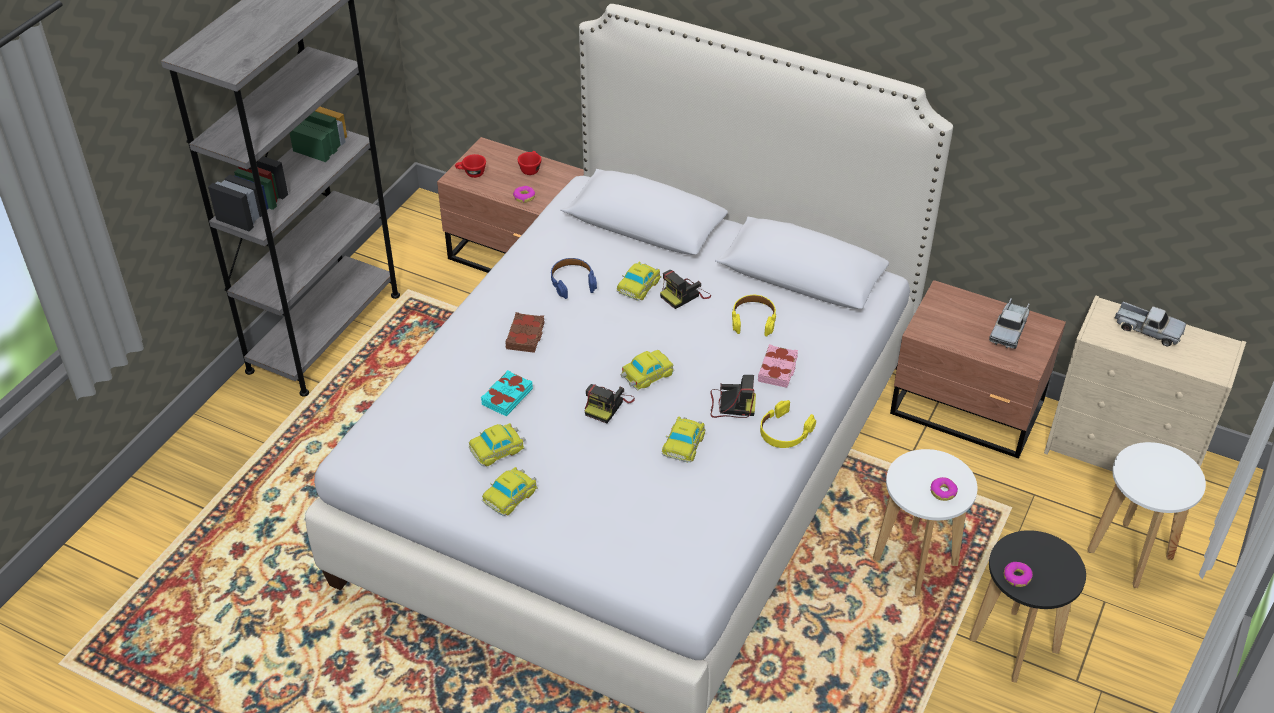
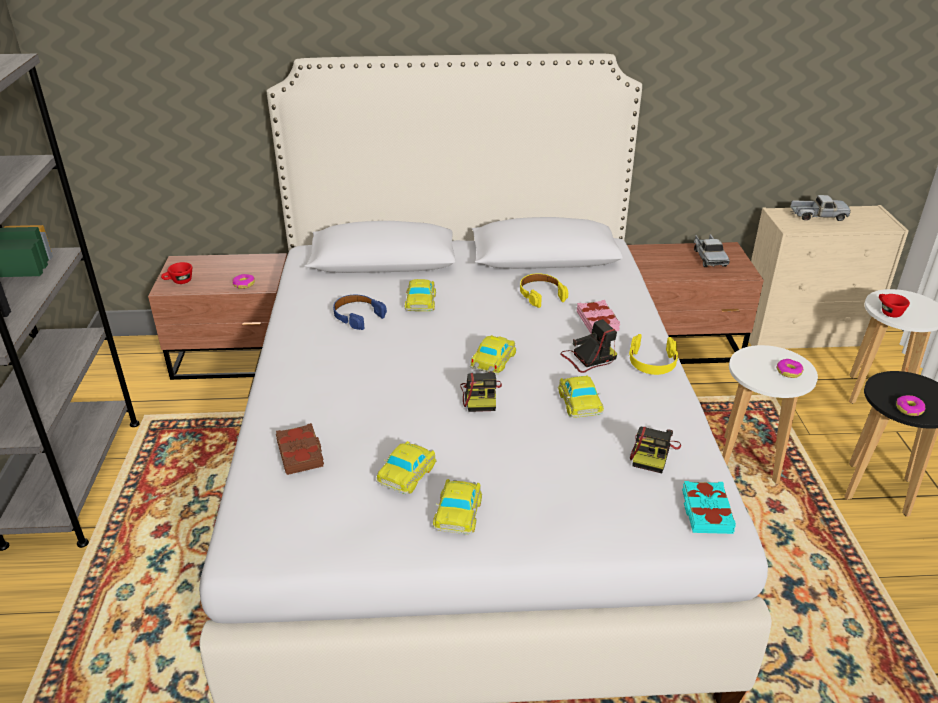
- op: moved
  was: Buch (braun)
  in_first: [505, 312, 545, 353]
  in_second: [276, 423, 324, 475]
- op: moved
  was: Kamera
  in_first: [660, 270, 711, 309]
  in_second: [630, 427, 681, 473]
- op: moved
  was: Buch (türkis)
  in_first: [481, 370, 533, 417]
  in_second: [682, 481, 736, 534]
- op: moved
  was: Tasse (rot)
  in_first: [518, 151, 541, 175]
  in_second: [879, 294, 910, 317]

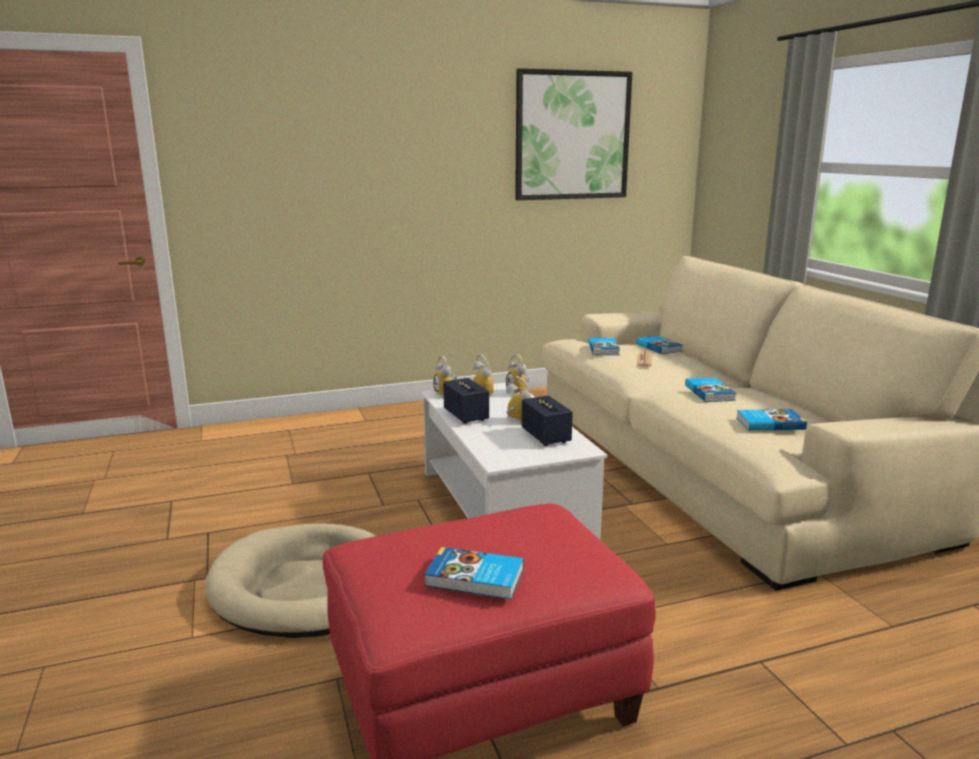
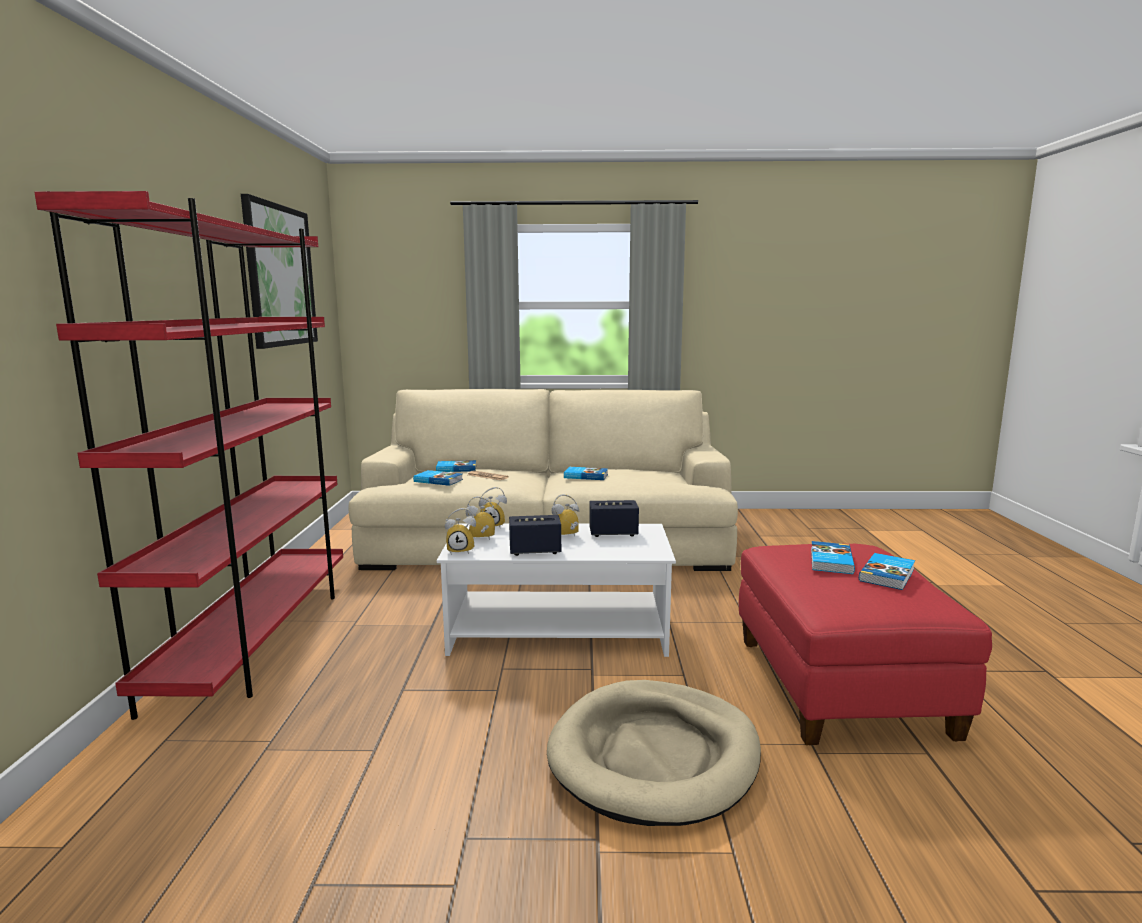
- op: added
  now: Bücherregal (rot)
  in_second: [34, 191, 343, 720]
- op: moved
  was: Buch
  in_first: [736, 409, 807, 431]
  in_second: [811, 541, 855, 574]

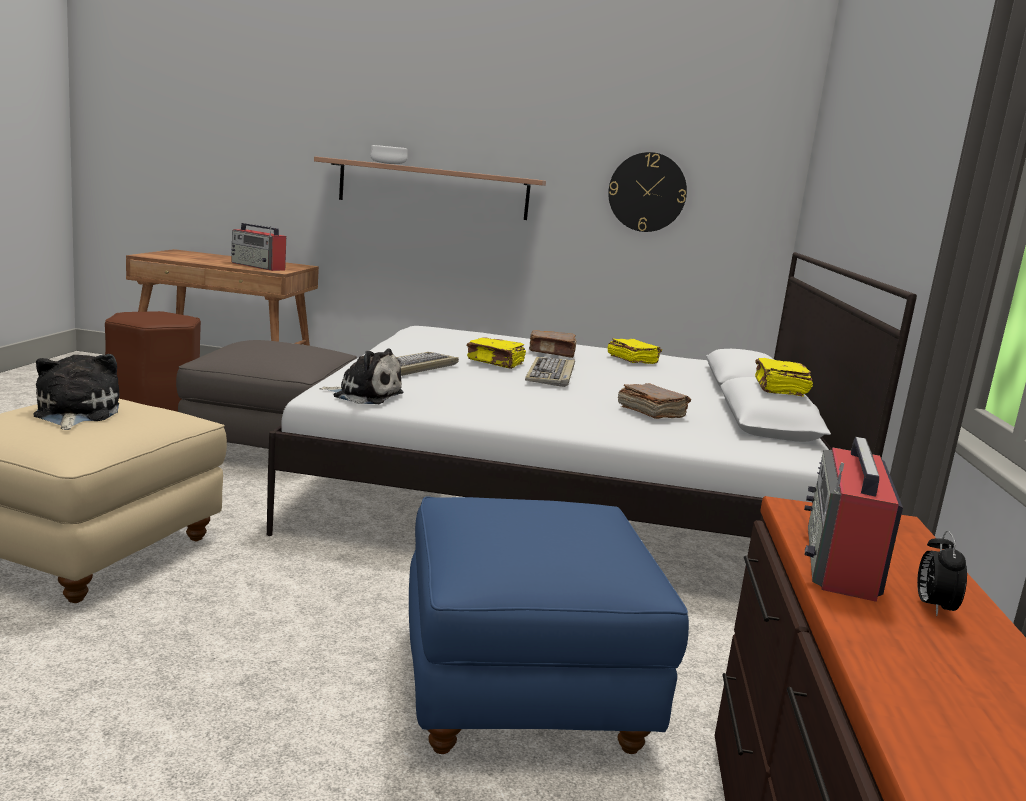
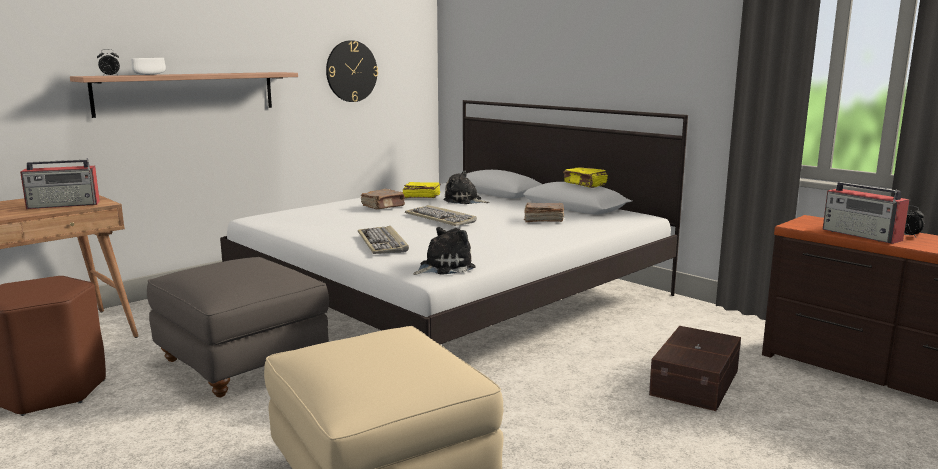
- op: added
  now: Wecker
  in_second: [97, 49, 120, 76]
- op: moved
  was: Plüschtier
  in_first: [34, 354, 119, 430]
  in_second: [443, 170, 490, 204]
- op: replaced
  was: Polsterhocker (blau)
  now: Aufbewahrungsbox (braun)
  in_first: [409, 496, 689, 754]
  in_second: [649, 326, 741, 411]
- op: removed
  was: Buch (gelb)
  in_first: [467, 337, 526, 369]

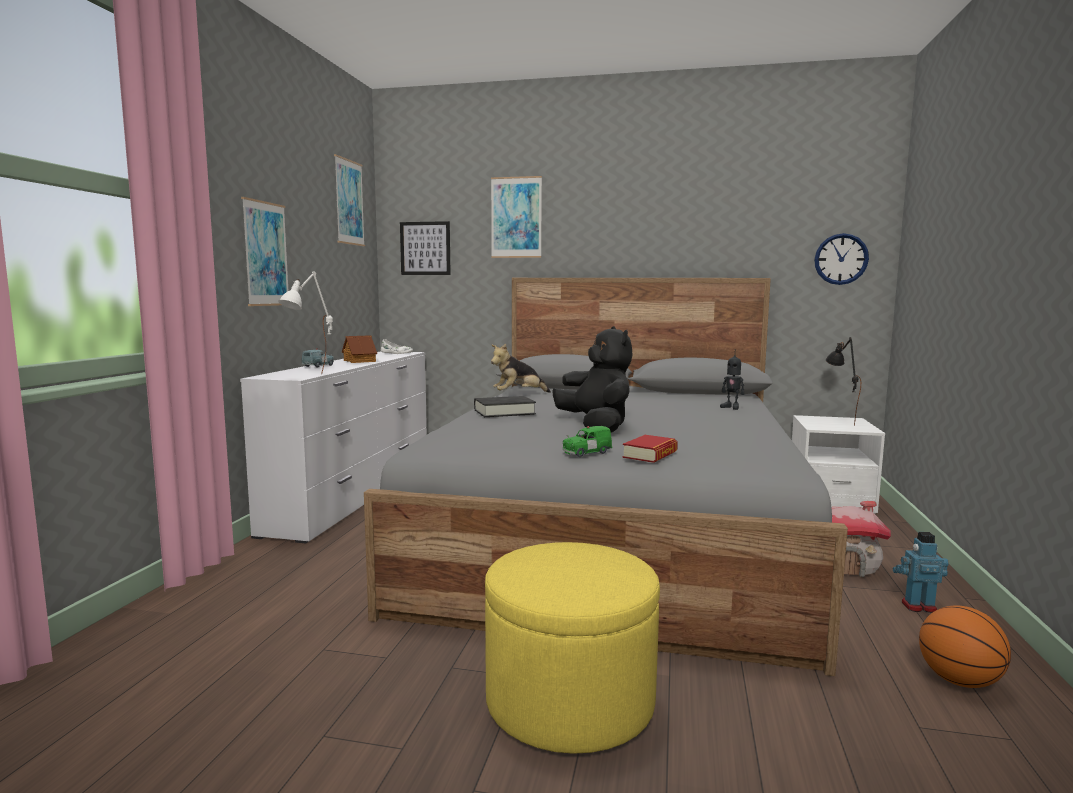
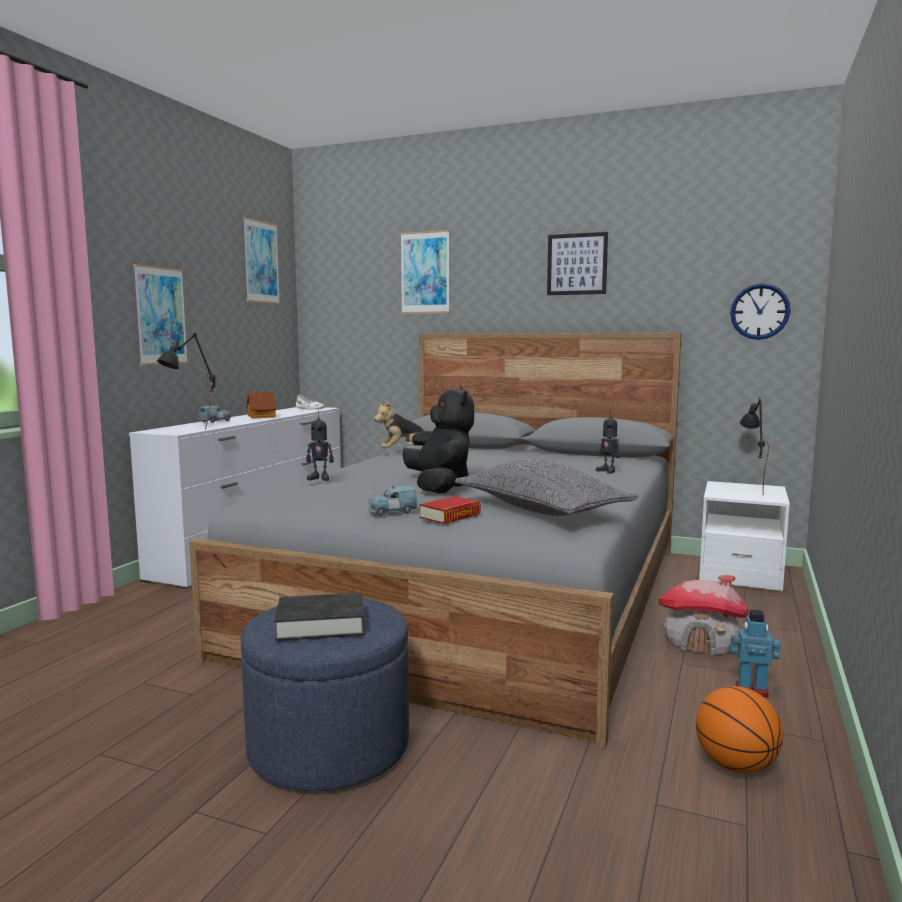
- op: recoloured
  was: Tischlampe (weiß)
  now: Tischlampe (schwarz)
  in_first: [278, 271, 333, 374]
  in_second: [157, 333, 216, 430]
- op: recoloured
  was: Polsterhocker (gelb)
  now: Polsterhocker (blau)
  in_first: [485, 542, 660, 754]
  in_second: [241, 598, 409, 792]
- op: moved
  was: Buch (schwarz)
  in_first: [474, 396, 536, 417]
  in_second: [274, 593, 364, 641]
- op: added
  now: Spielzeugroboter
  in_second: [306, 410, 334, 481]
- op: recoloured
  was: Spielzeugauto (grün)
  now: Spielzeugauto (blau)
  in_first: [563, 426, 612, 457]
  in_second: [368, 486, 418, 516]
- op: added
  now: Kissen (grau)
  in_second: [455, 460, 638, 516]
- op: moved
  was: Bild
  in_first: [400, 221, 451, 275]
  in_second: [547, 232, 608, 295]

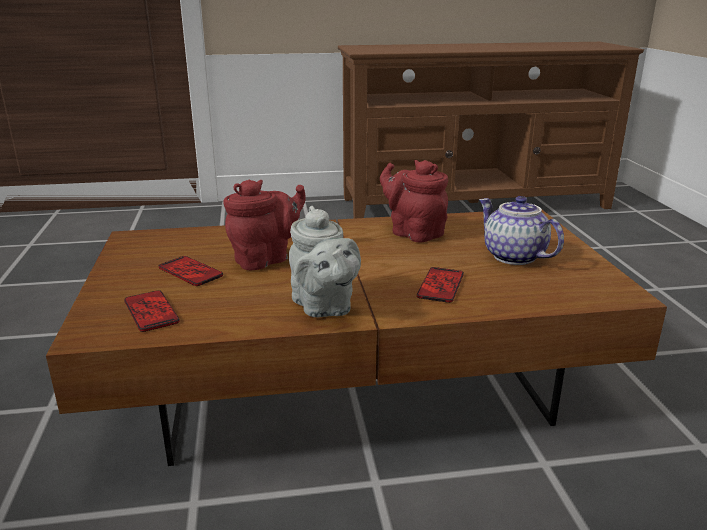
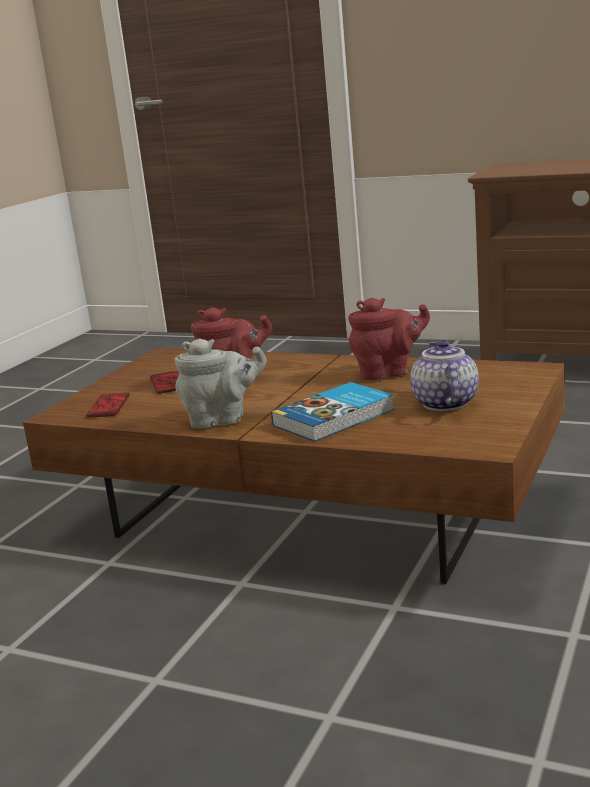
- op: turned
  was: Teekanne (grau)
  in_first: [289, 206, 361, 317]
  in_second: [175, 338, 267, 428]
  clockwise: -105
- op: replaced
  was: Handy
  now: Buch
  in_first: [417, 267, 464, 303]
  in_second: [271, 382, 394, 442]
- op: turned
  was: Teekanne (rot)
  in_first: [380, 160, 448, 242]
  in_second: [348, 297, 430, 380]
  clockwise: 90

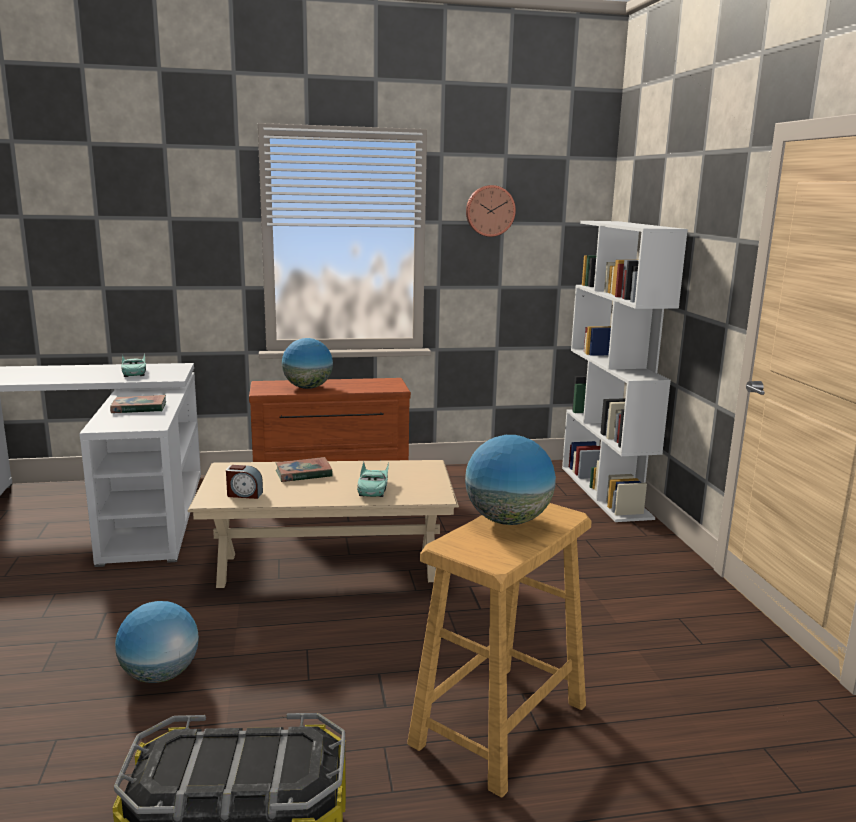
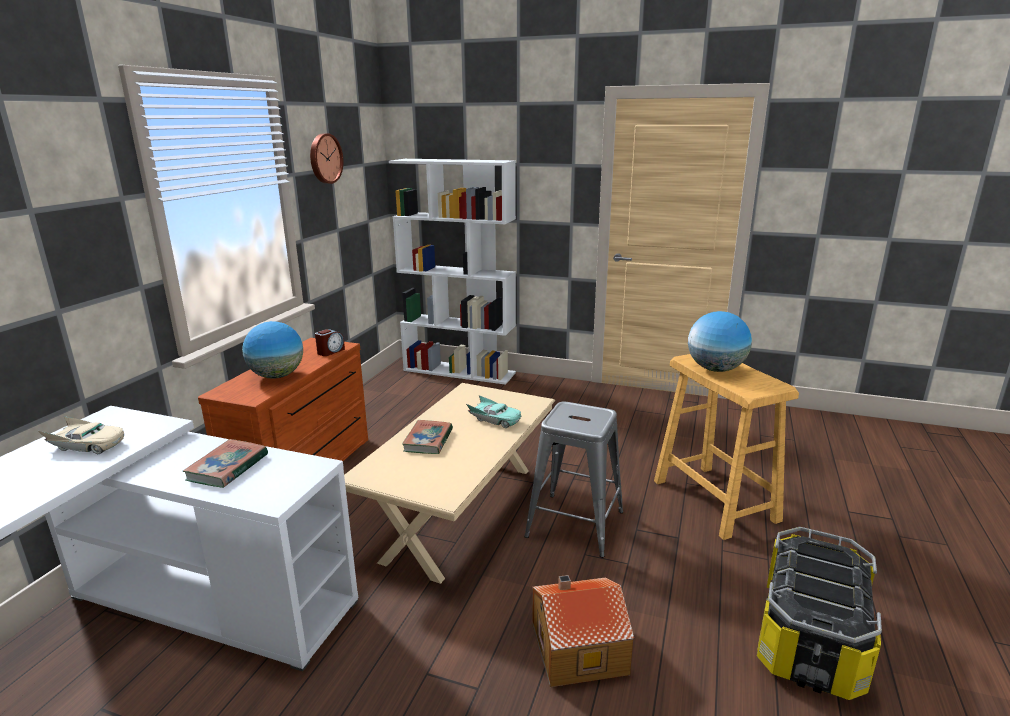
- op: recoloured
  was: Spielzeugauto (türkis)
  now: Spielzeugauto (beige)
  in_first: [121, 353, 146, 377]
  in_second: [37, 416, 124, 454]
- op: moved
  was: Wecker
  in_first: [226, 465, 263, 499]
  in_second: [315, 329, 345, 356]
- op: added
  now: Hocker (grau)
  in_second: [524, 402, 623, 558]
- op: replaced
  was: Globus
  now: Spielzeughaus
  in_first: [115, 601, 199, 683]
  in_second: [532, 575, 634, 687]

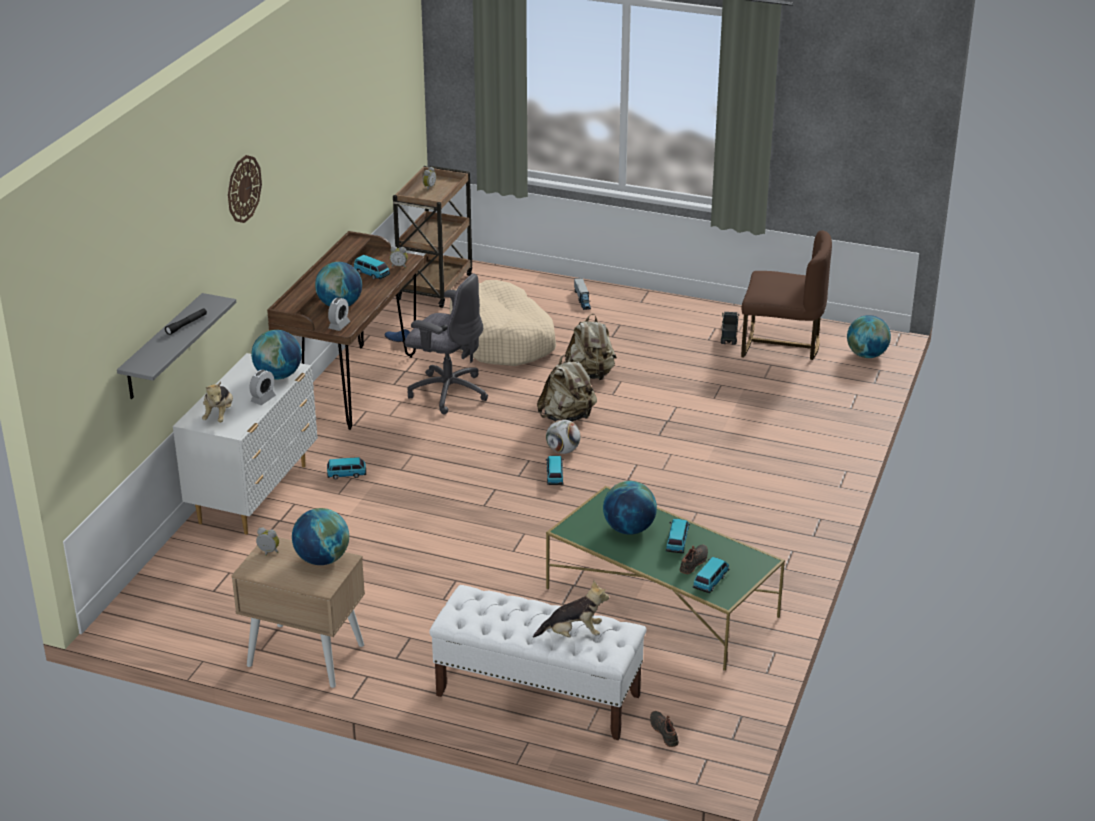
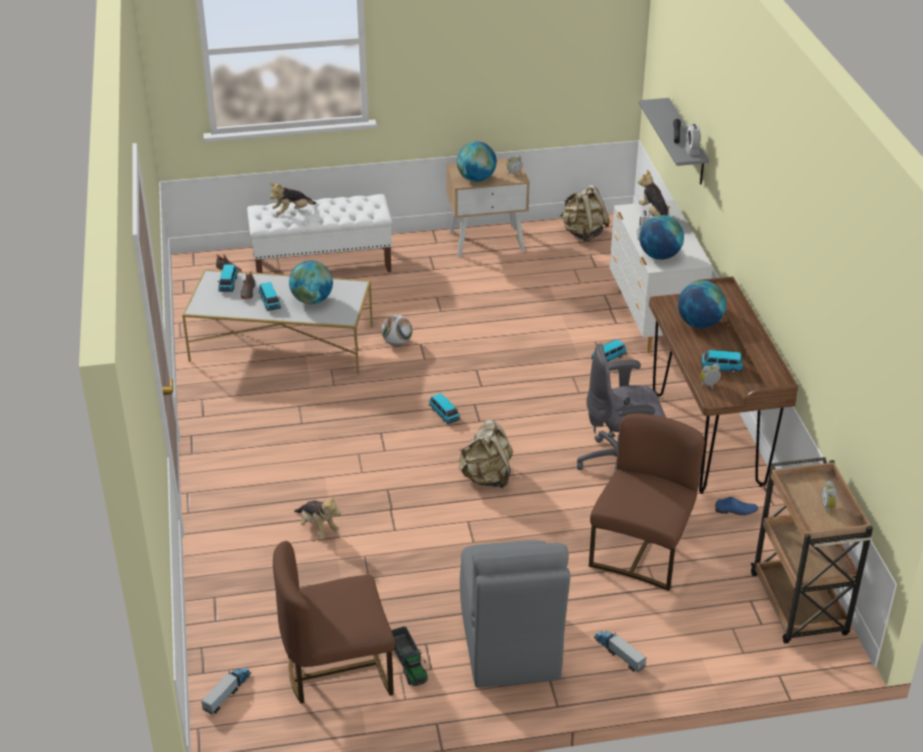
- op: recoloured
  was: Couchtisch (grün)
  now: Couchtisch (weiß)
  in_first: [546, 486, 785, 671]
  in_second: [182, 269, 373, 374]
- op: replaced
  was: Globus
  now: Spielzeuglaster
  in_first: [847, 315, 891, 358]
  in_second: [201, 668, 251, 715]
- op: added
  now: Plüschtier
  in_second: [294, 495, 341, 537]
- op: moved
  was: Fußball
  in_first: [546, 419, 580, 454]
  in_second: [381, 315, 413, 346]
- op: added
  now: Stuhl (grau)
  in_second: [460, 540, 570, 688]
- op: moved
  was: Rucksack (beige)
  in_first: [563, 314, 617, 380]
  in_second: [560, 185, 610, 242]
- op: replaced
  was: Hundebett (beige)
  now: Stuhl (braun)
  in_first: [450, 280, 556, 366]
  in_second: [589, 413, 705, 591]
- op: moved
  was: Wecker
  in_first: [328, 297, 350, 331]
  in_second: [684, 124, 701, 155]
- op: removed
  was: Wanduhr
  in_first: [228, 155, 262, 223]

